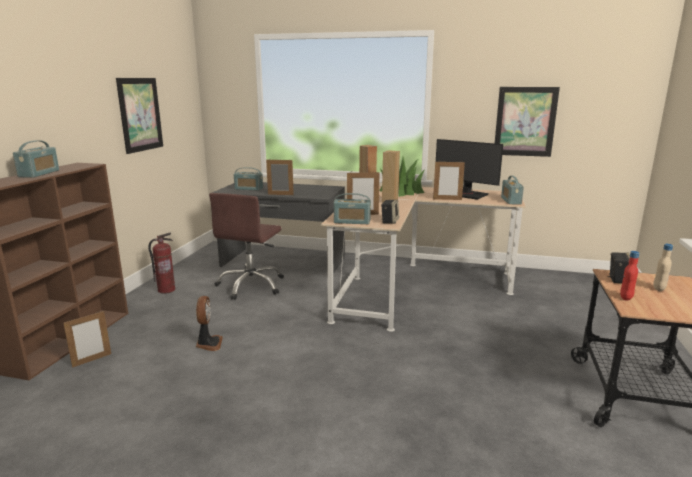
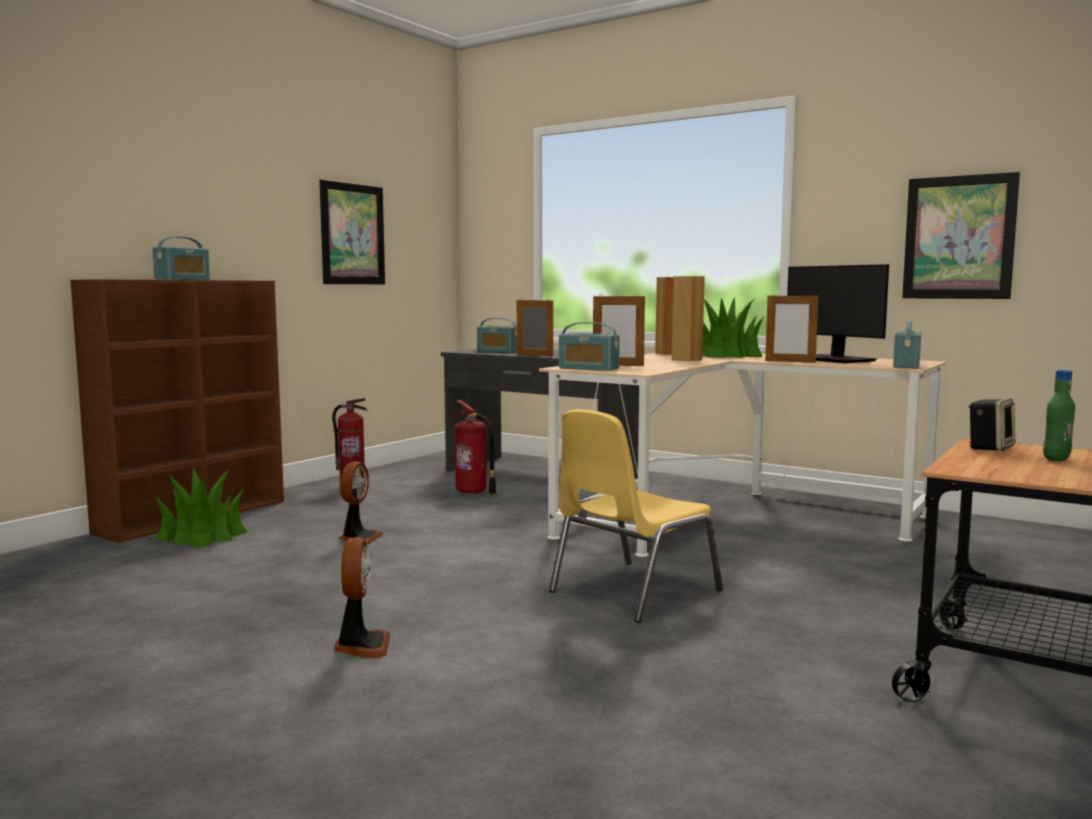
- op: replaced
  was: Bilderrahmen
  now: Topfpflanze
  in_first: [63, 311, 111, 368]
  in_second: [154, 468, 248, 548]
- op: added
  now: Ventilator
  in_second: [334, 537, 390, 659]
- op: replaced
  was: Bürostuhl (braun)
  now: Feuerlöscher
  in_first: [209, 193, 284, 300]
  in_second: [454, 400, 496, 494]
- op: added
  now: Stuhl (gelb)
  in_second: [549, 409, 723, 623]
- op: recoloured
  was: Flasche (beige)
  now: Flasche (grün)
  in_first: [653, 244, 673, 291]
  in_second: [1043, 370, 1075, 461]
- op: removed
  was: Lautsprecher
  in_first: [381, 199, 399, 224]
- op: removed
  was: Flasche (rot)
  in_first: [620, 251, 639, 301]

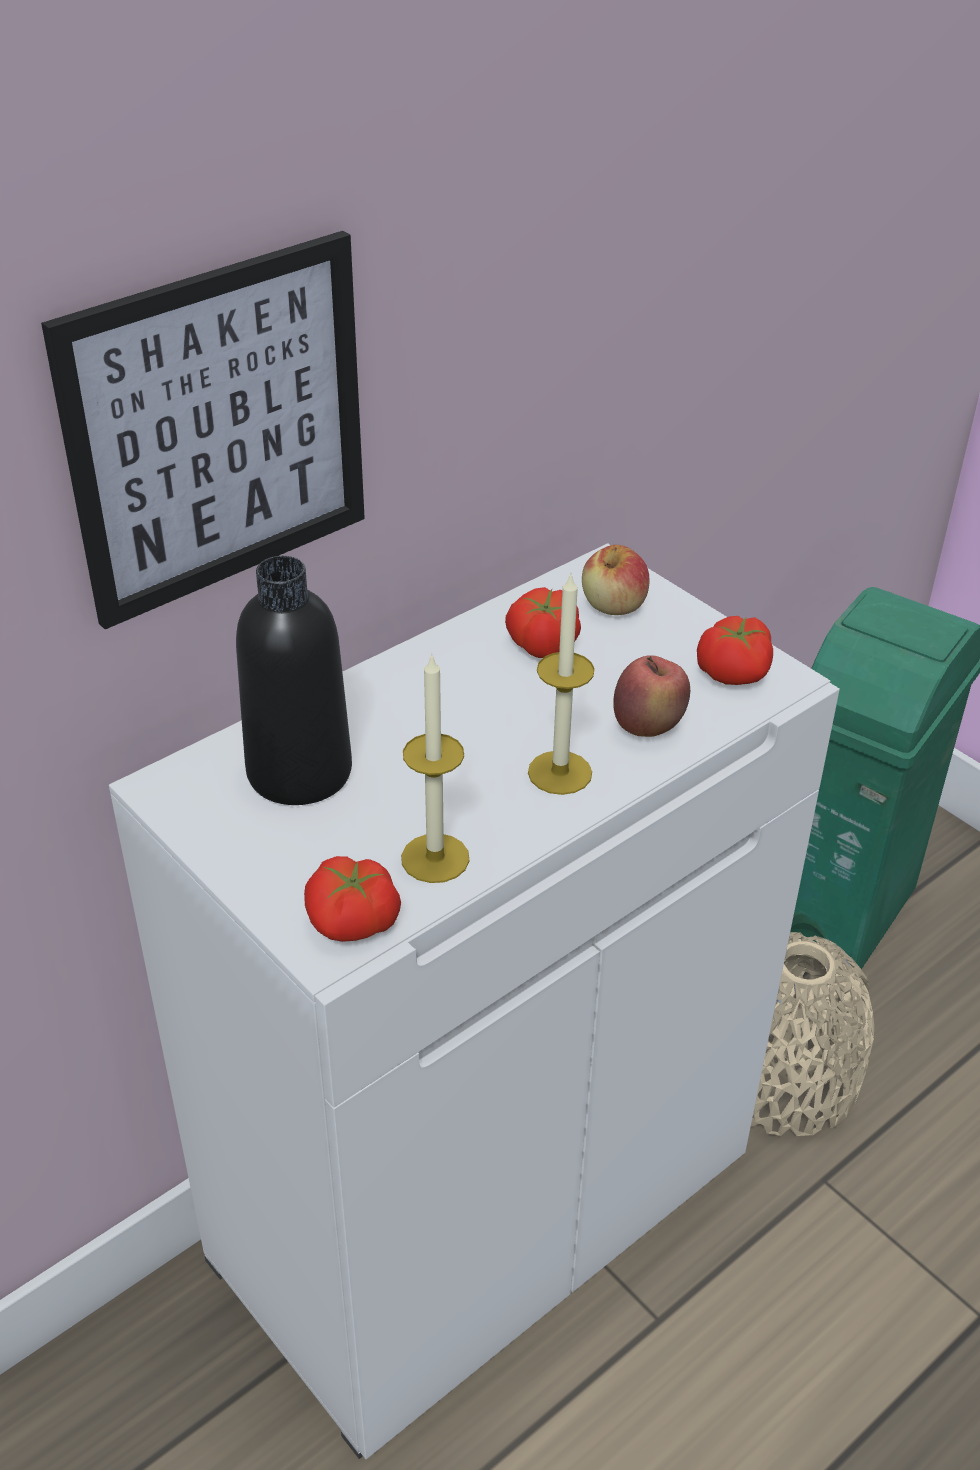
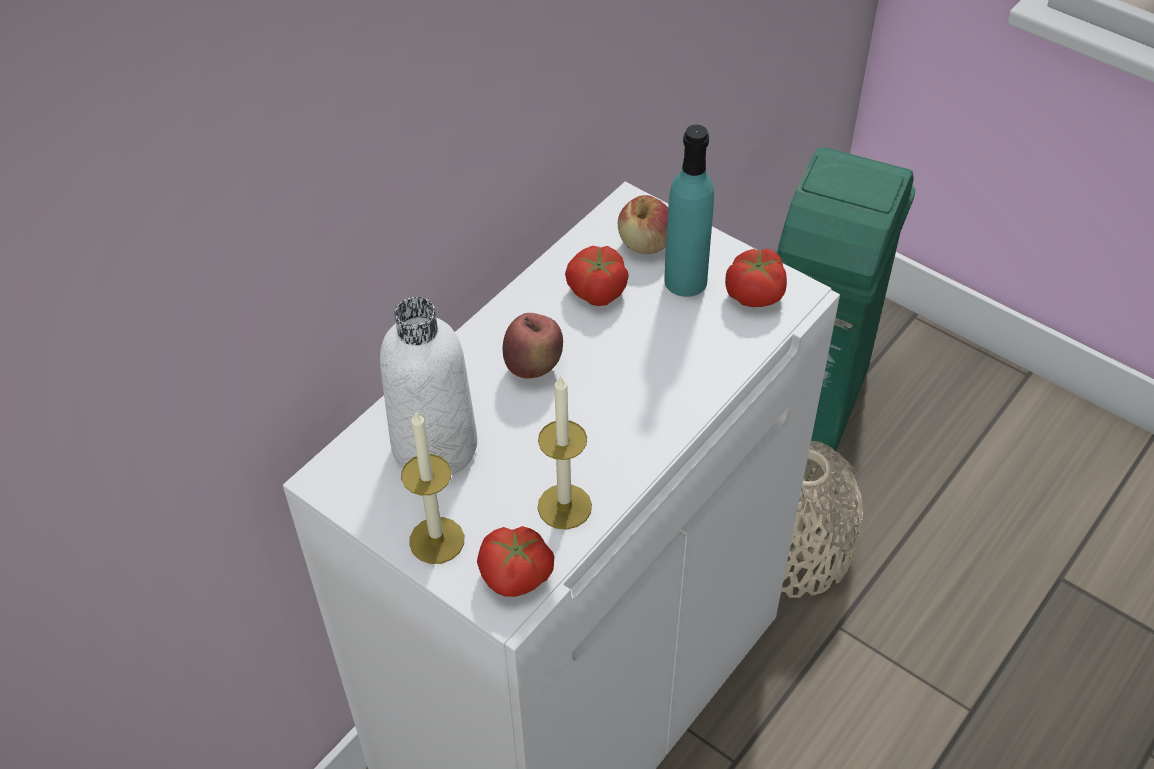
- op: recoloured
  was: Flasche (schwarz)
  now: Flasche (weiß)
  in_first: [236, 556, 352, 805]
  in_second: [380, 297, 477, 475]
- op: moved
  was: Kerze
  in_first: [528, 572, 595, 795]
  in_second: [401, 411, 464, 564]
- op: moved
  was: Apfel
  in_first: [613, 655, 690, 737]
  in_second: [503, 313, 563, 379]
- op: added
  now: Flasche (türkis)
  in_second: [664, 125, 714, 297]
- op: removed
  was: Bild
  in_first: [41, 231, 365, 629]

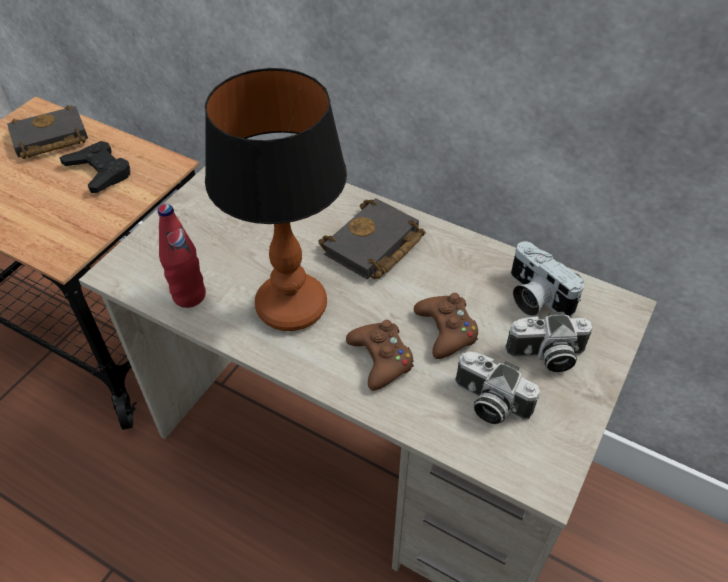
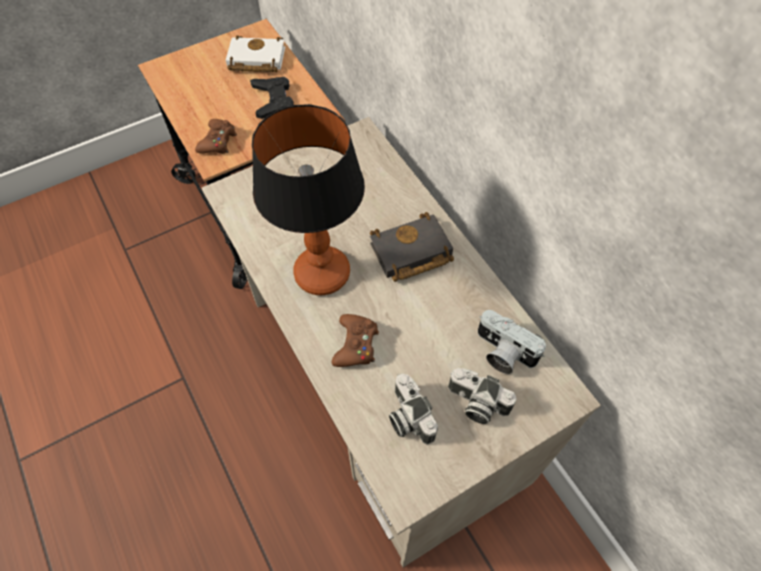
- op: moved
  was: Gamepad (braun)
  in_first: [414, 293, 478, 359]
  in_second: [195, 119, 237, 154]
- op: recoloured
  was: Buch (schwarz)
  now: Buch (weiß)
  in_first: [7, 105, 88, 159]
  in_second: [226, 36, 285, 72]
- op: turned
  was: Kamera
  in_first: [511, 241, 584, 317]
  in_second: [478, 310, 546, 374]
  clockwise: -45
- op: removed
  was: Flasche (rot)
  in_first: [158, 204, 206, 308]

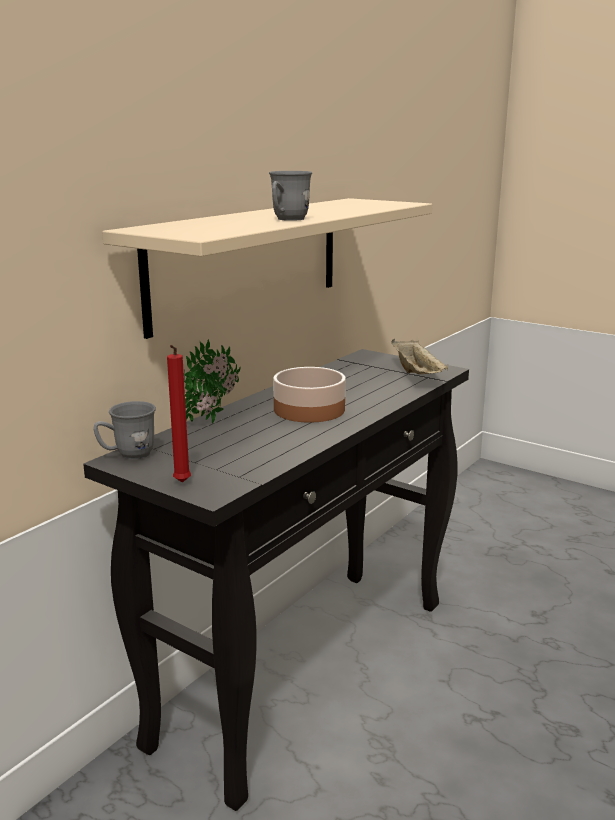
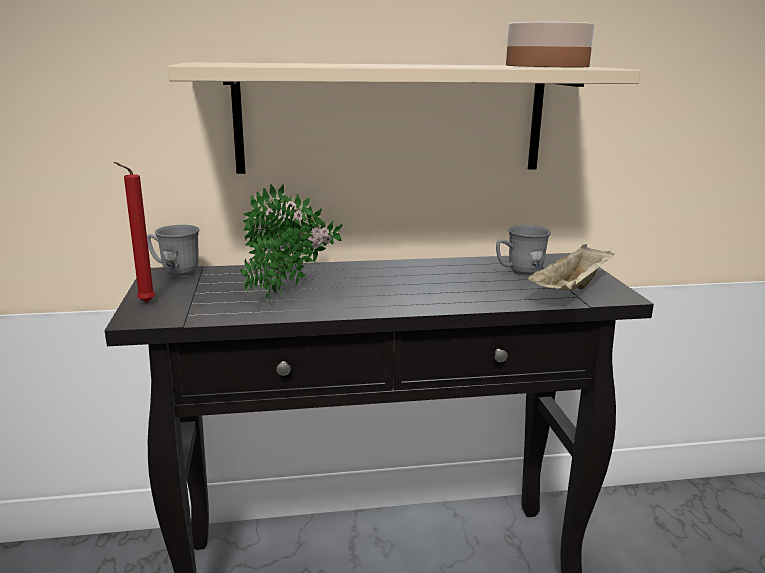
- op: added
  now: Topfpflanze
  in_second: [240, 198, 313, 305]
- op: moved
  was: Henkelbecher (grau)
  in_first: [269, 171, 312, 221]
  in_second: [496, 225, 551, 276]
- op: moved
  was: Schüssel
  in_first: [273, 367, 346, 423]
  in_second: [506, 22, 594, 67]

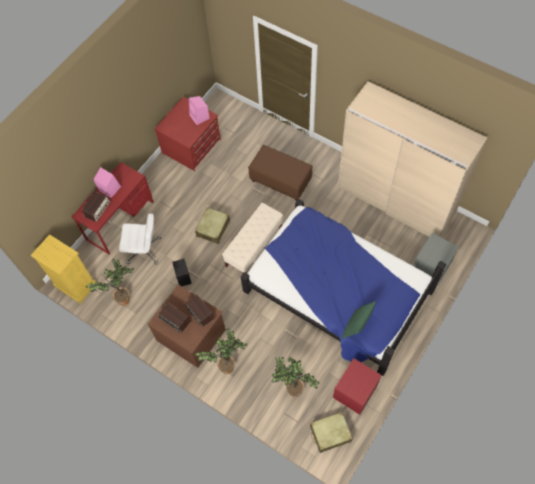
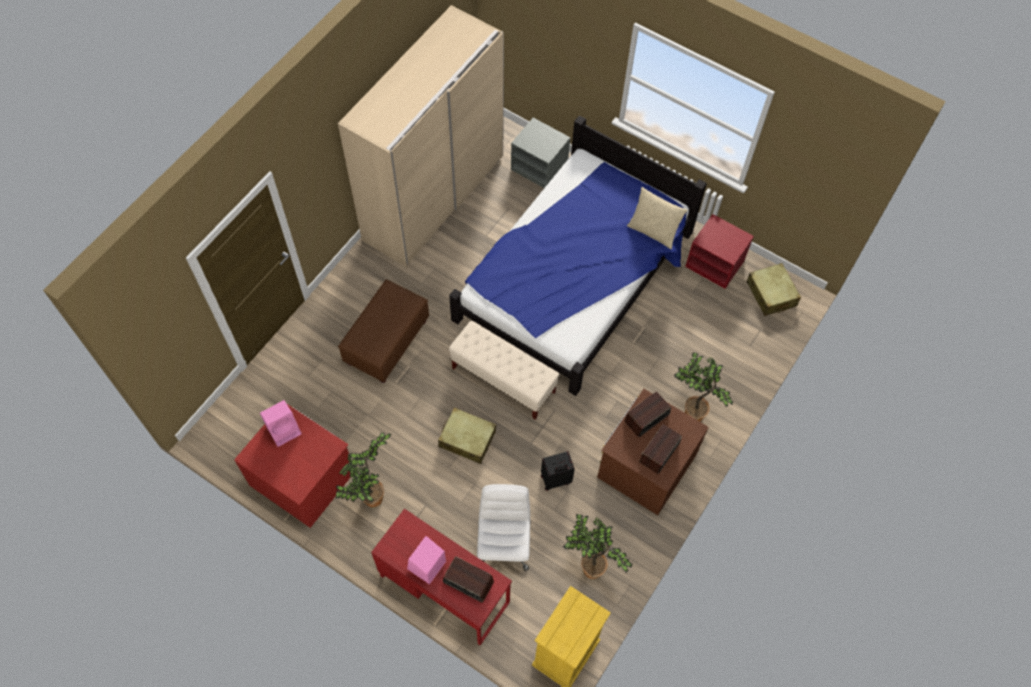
- op: moved
  was: Topfpflanze
  in_first: [272, 357, 319, 397]
  in_second: [336, 433, 392, 507]
- op: recoloured
  was: Kissen (grün)
  now: Kissen (beige)
  in_first: [342, 301, 376, 339]
  in_second: [627, 187, 688, 249]

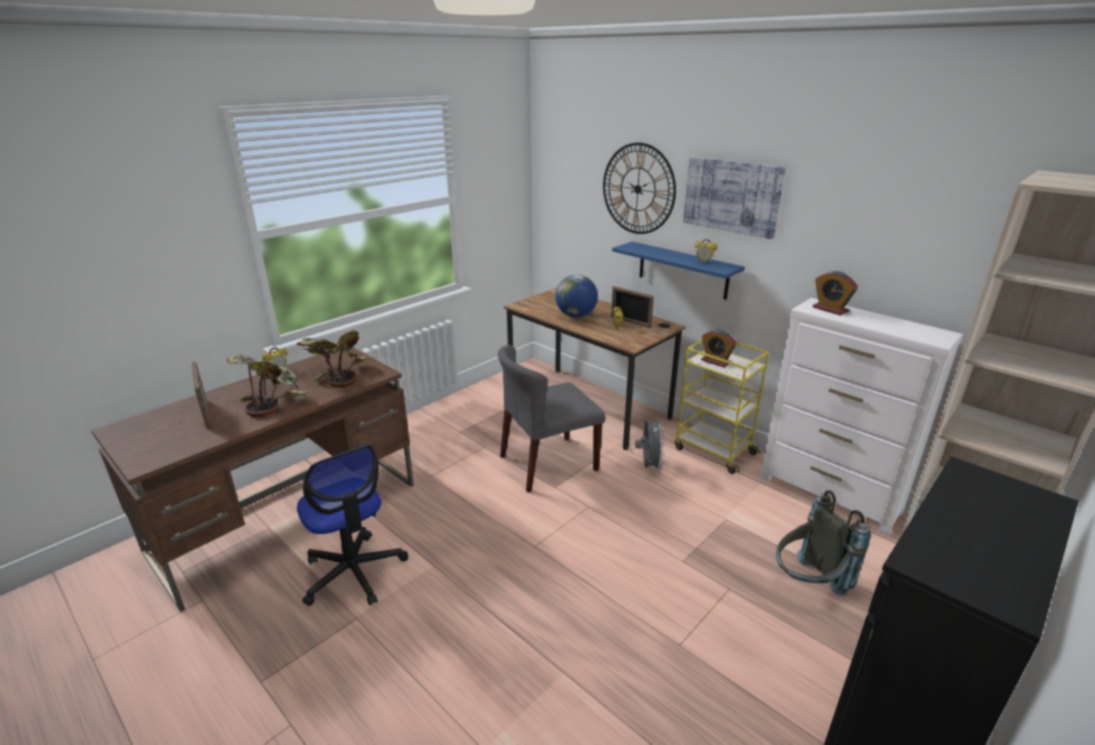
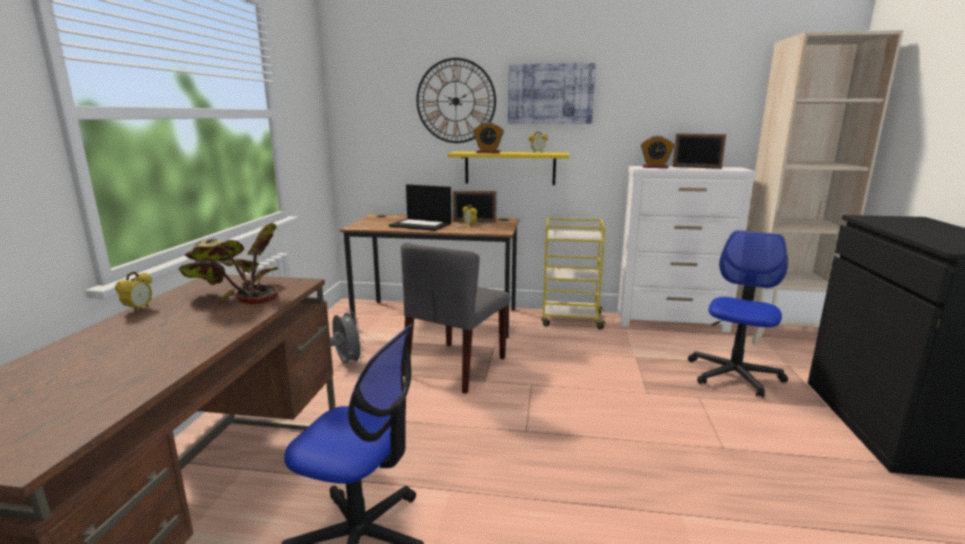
- op: moved
  was: Ventilator (grau)
  in_first: [635, 417, 665, 472]
  in_second: [330, 309, 365, 365]
- op: replaced
  was: Globus
  now: Laptop
  in_first: [555, 275, 598, 317]
  in_second: [389, 184, 452, 231]
- op: recoloured
  was: Wandregal (blau)
  now: Wandregal (gelb)
  in_first: [612, 242, 745, 300]
  in_second: [448, 151, 569, 185]
- op: moved
  was: Wecker
  in_first: [701, 329, 737, 368]
  in_second: [473, 122, 504, 153]
- op: moved
  was: Bilderrahmen
  in_first: [192, 361, 211, 430]
  in_second: [672, 133, 726, 169]
- op: replaced
  was: Rucksack (grau)
  now: Bürostuhl
  in_first: [776, 490, 871, 596]
  in_second: [688, 230, 788, 398]
- op: removed
  was: Topfpflanze
  in_first: [226, 354, 308, 417]

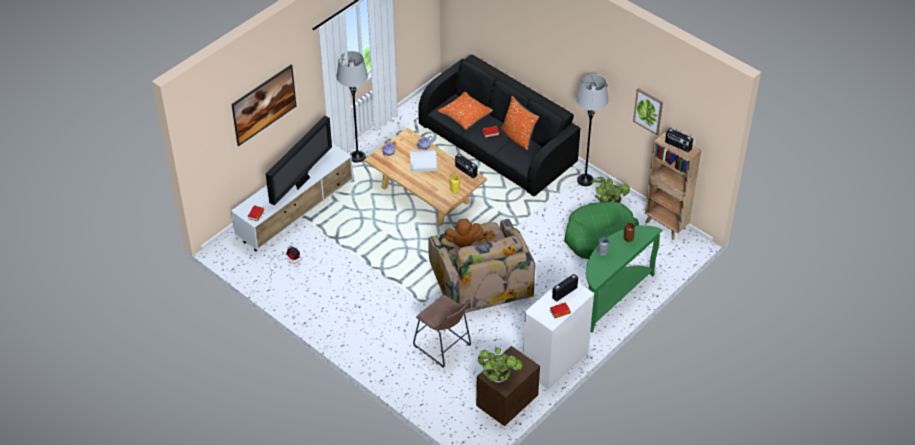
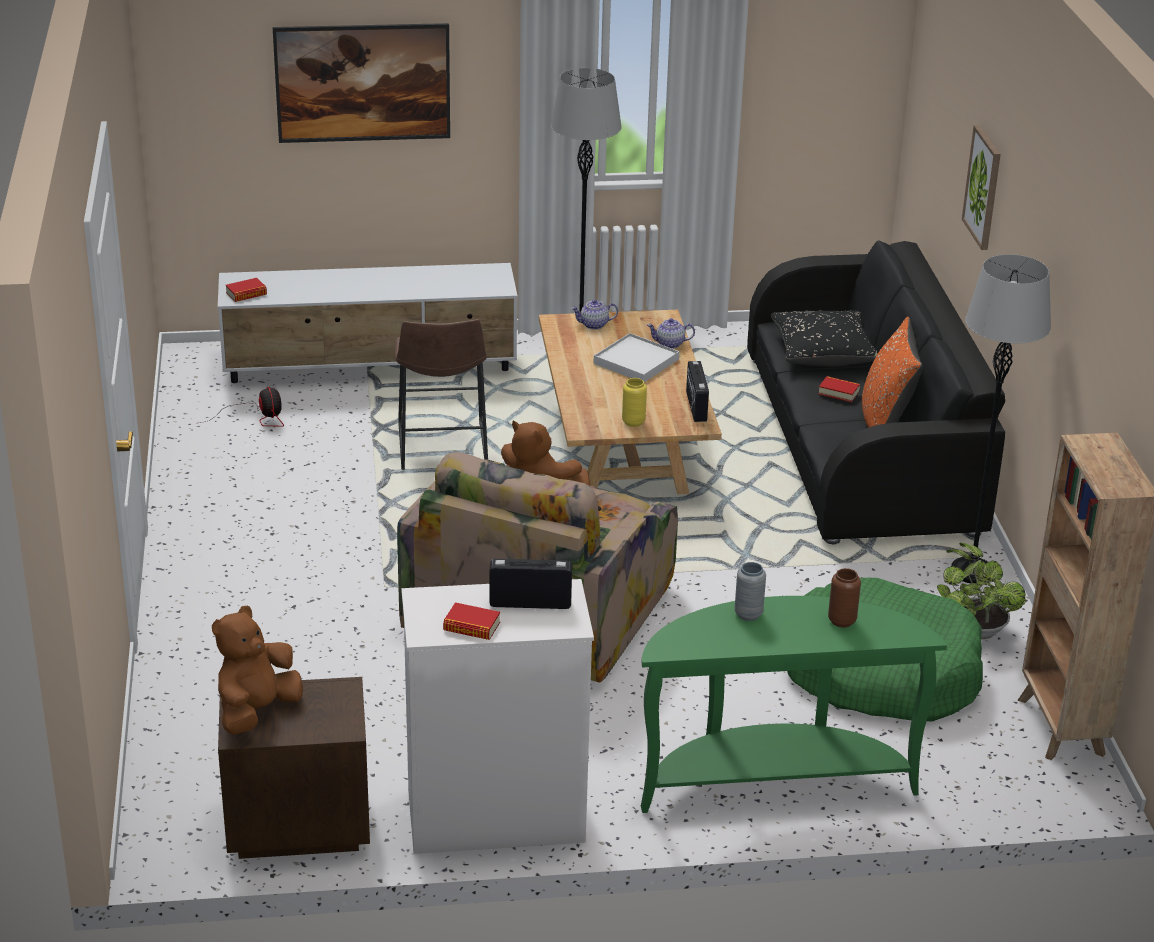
- op: replaced
  was: Topfpflanze
  now: Plüschtier (braun)
  in_first: [478, 347, 523, 383]
  in_second: [212, 606, 303, 735]
- op: moved
  was: Hocker (braun)
  in_first: [413, 295, 471, 368]
  in_second: [395, 319, 488, 470]
- op: recoloured
  was: Kissen (orange)
  now: Kissen (schwarz)
  in_first: [437, 92, 493, 130]
  in_second: [771, 311, 878, 367]
- op: moved
  was: Bild
  in_first: [633, 88, 663, 135]
  in_second: [962, 125, 1001, 250]
- op: removed
  was: Fernseher
  in_first: [266, 116, 332, 205]
- op: removed
  was: Radio
  in_first: [665, 128, 693, 152]

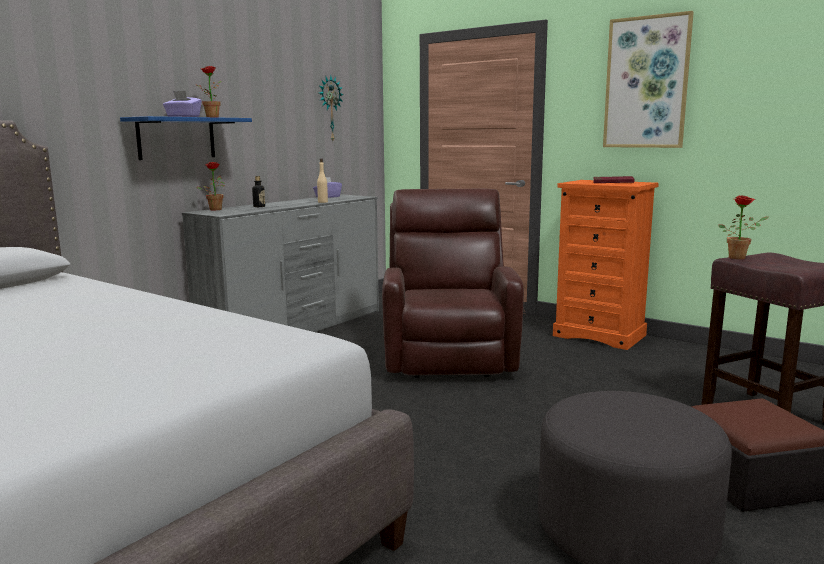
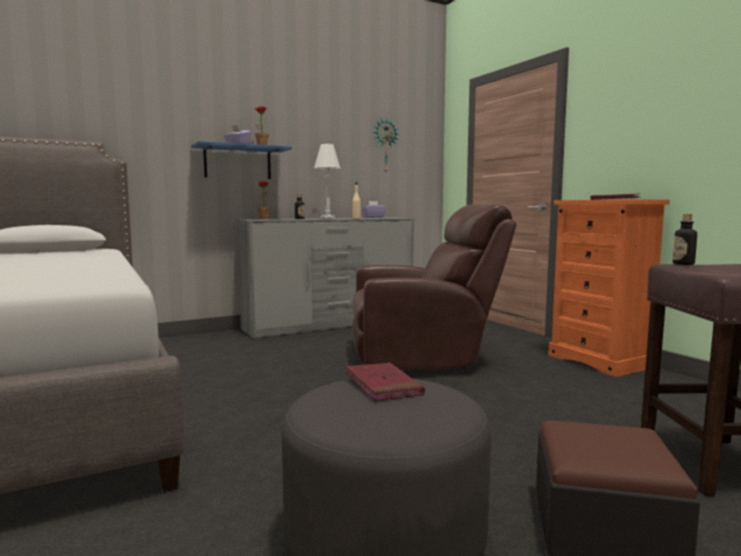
- op: added
  now: Tischlampe (weiß)
  in_second: [314, 144, 341, 219]
- op: added
  now: Buch (rot)
  in_second: [346, 363, 425, 401]
- op: turned
  was: Sessel (braun)
  in_first: [382, 189, 524, 378]
  in_second: [352, 204, 517, 370]
  clockwise: 60
- op: replaced
  was: Topfpflanze
  now: Flasche
  in_first: [719, 195, 769, 259]
  in_second: [673, 214, 697, 265]
- op: removed
  was: Bild
  in_first: [603, 11, 694, 148]

